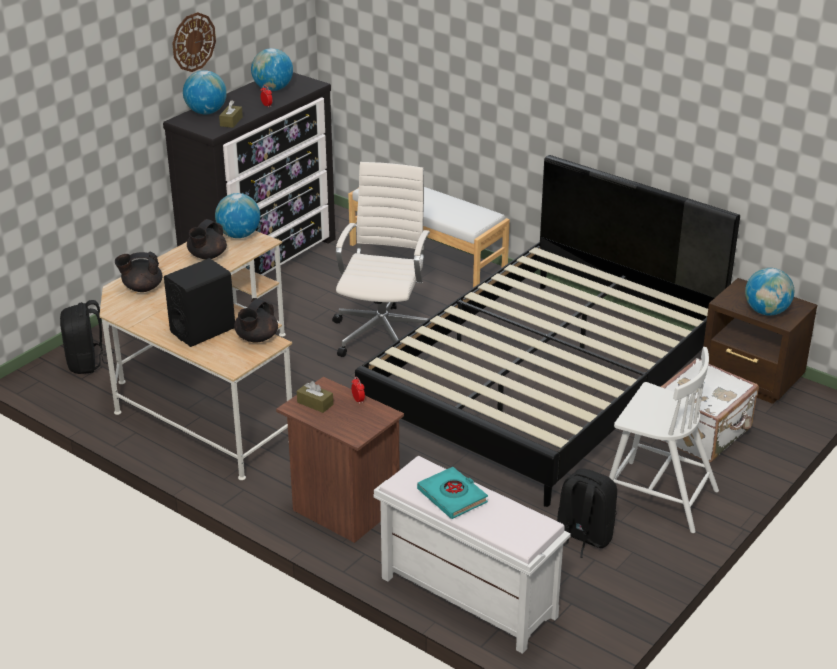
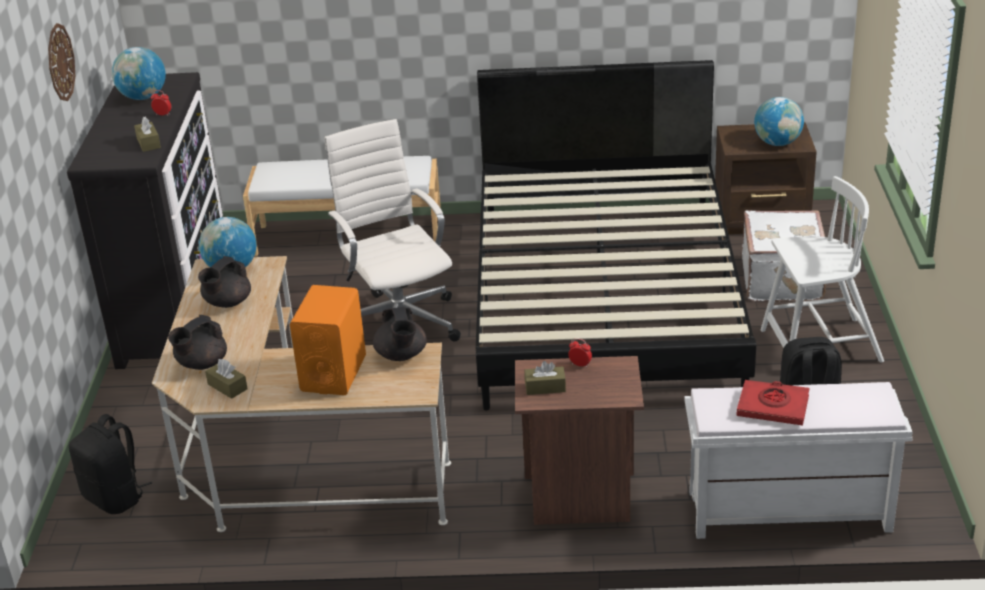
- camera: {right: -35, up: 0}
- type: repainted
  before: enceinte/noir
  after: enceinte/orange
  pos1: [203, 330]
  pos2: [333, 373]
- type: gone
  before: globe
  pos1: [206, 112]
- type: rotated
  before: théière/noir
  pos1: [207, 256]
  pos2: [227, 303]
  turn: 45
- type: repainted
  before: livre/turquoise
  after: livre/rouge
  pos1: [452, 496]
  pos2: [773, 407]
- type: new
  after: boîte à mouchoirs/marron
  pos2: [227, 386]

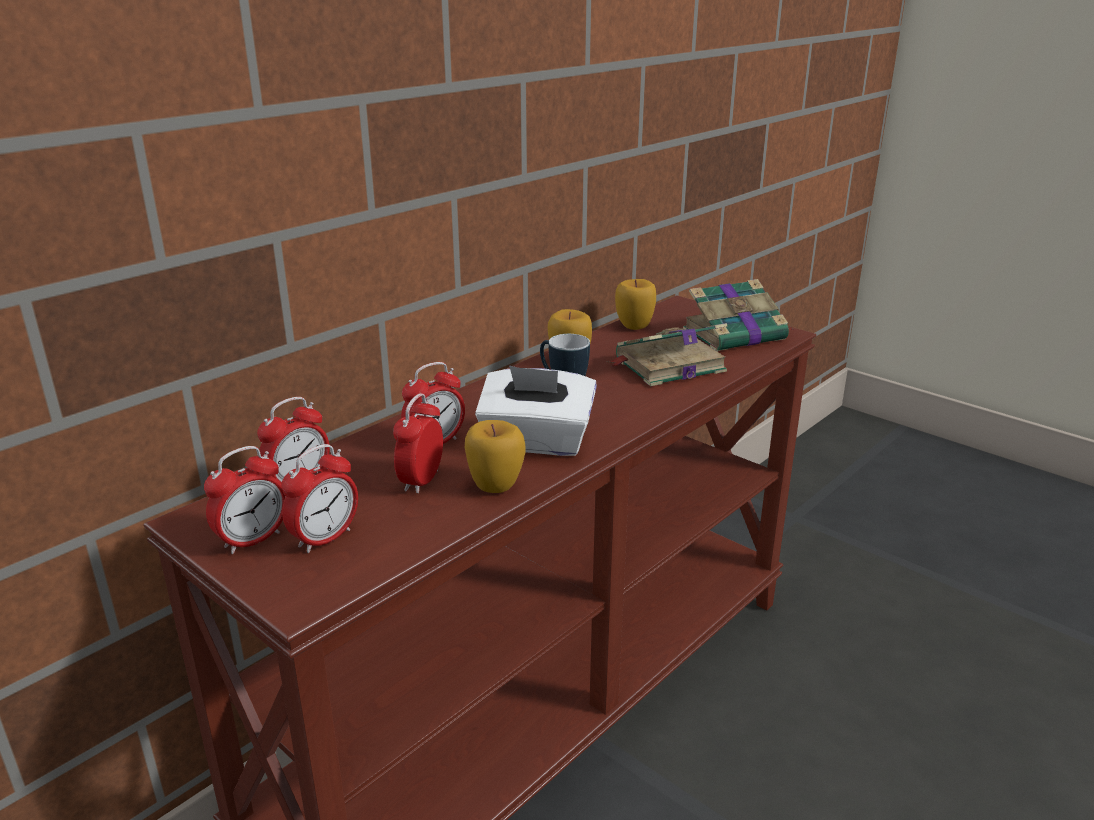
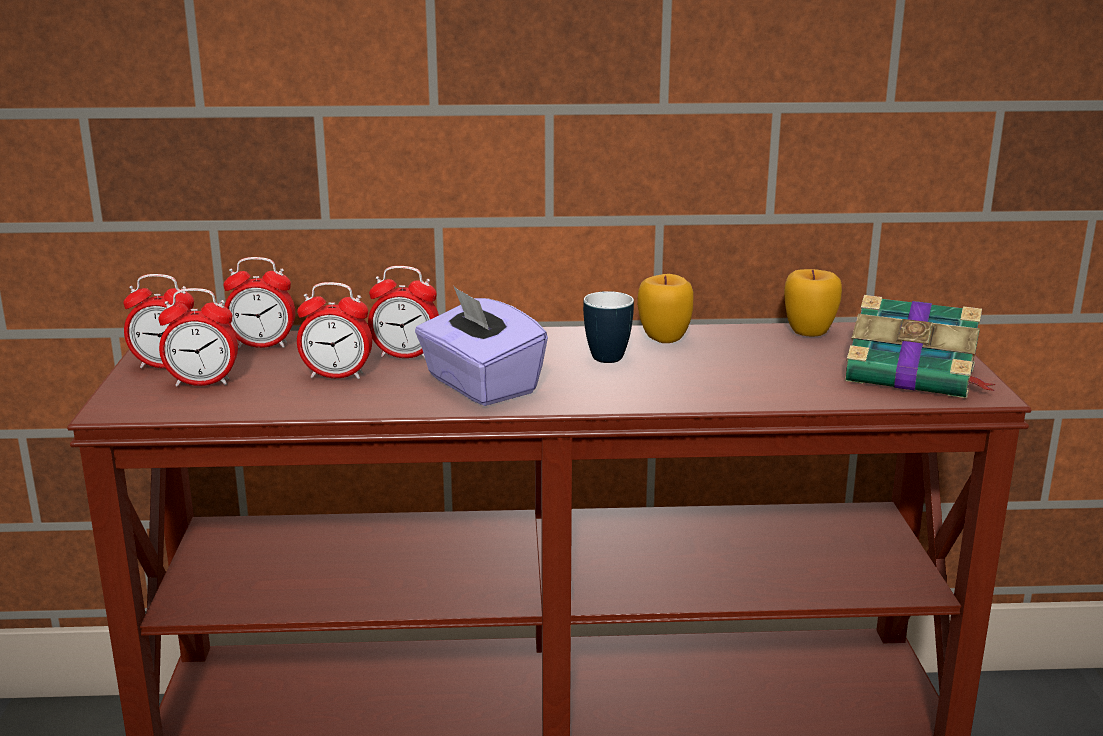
- camera: {right: 45, up: -5}
- type: rotated
  before: réveil
  pos1: [421, 481]
  pos2: [337, 375]
  turn: -150
- type: gone
  before: pomme
  pos1: [495, 485]
- type: repainted
  before: boîte à mouchoirs/blanc
  after: boîte à mouchoirs/violet
  pos1: [536, 442]
  pos2: [480, 385]
- type: gone
  before: livre
  pos1: [667, 365]

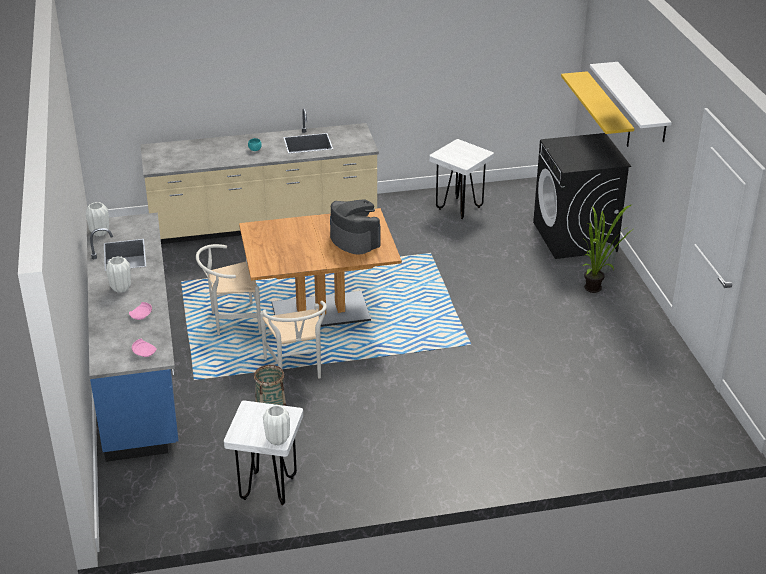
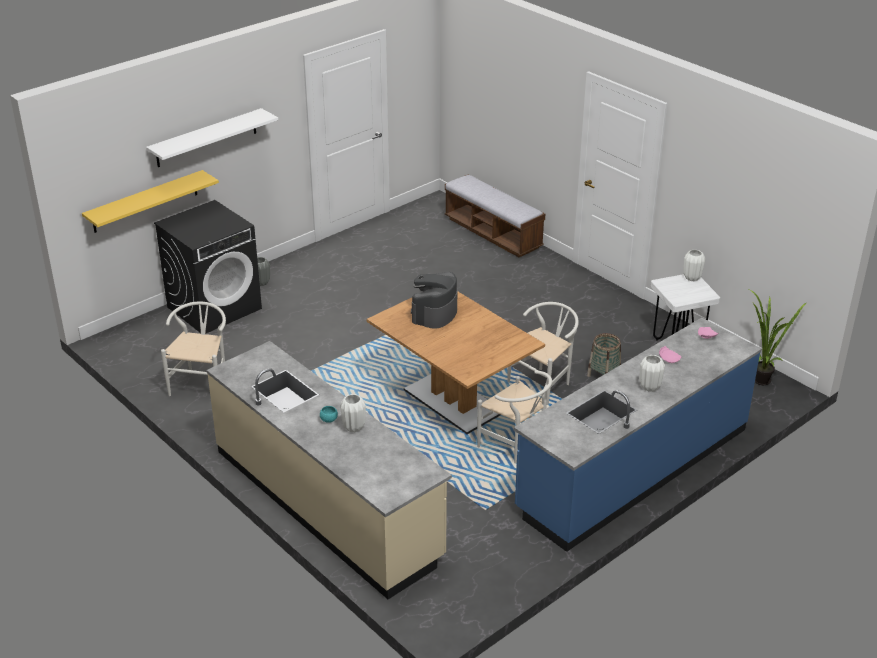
- camera: {right: -120, up: 0}
- type: shifted
  before: vase/blanc
  pos1: [99, 233]
  pos2: [354, 427]
- type: swapped
  before: tabouret/blanc
  after: chaise/blanc
  pos1: [459, 208]
  pos2: [202, 384]
- type: shifted
  before: plante en pot
  pos1: [597, 289]
  pos2: [759, 378]
- type: new
  after: banc
  pos2: [493, 233]

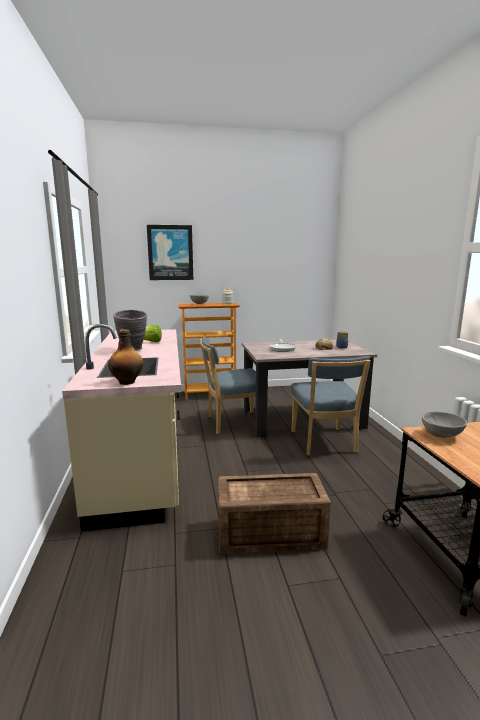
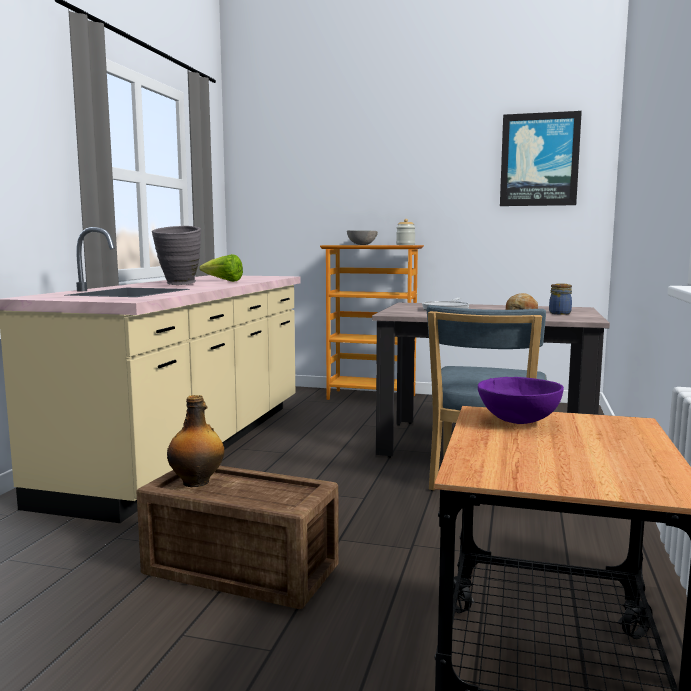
- camera: {right: 25, up: -5}
- type: shifted
  before: bouteille
  pos1: [127, 382]
  pos2: [197, 482]
- type: shifted
  before: tableau
  pos1: [170, 253]
  pos2: [539, 160]
- type: gone
  before: chaise/bleu
  pos1: [232, 423]
- type: repainted
  before: bol/gris
  after: bol/violet
  pos1: [442, 435]
  pos2: [518, 422]

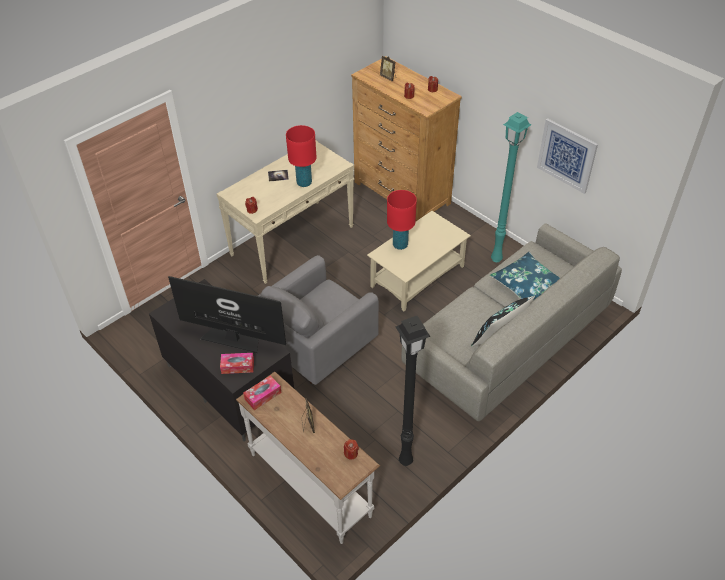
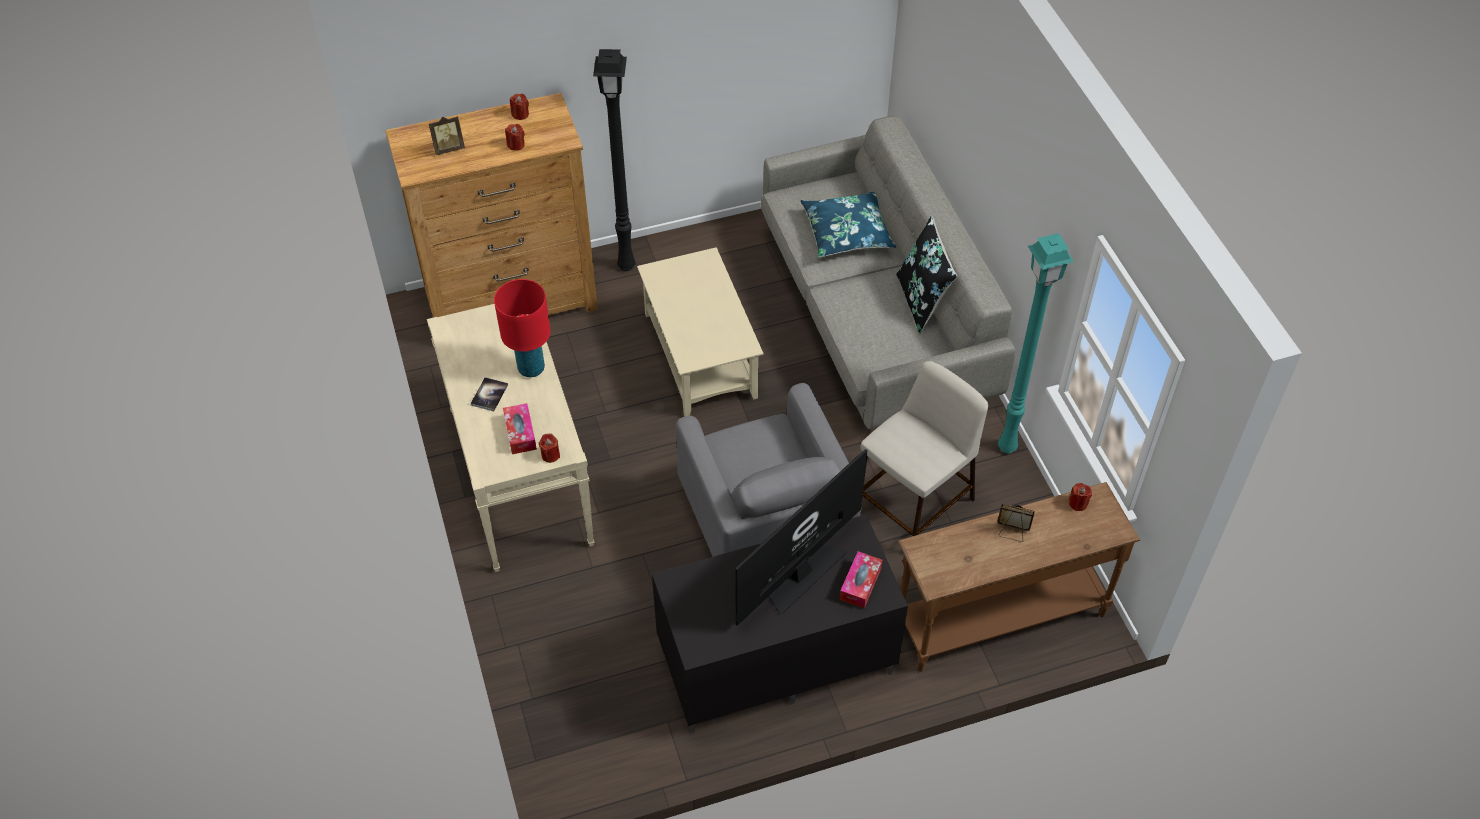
- camera: {right: -65, up: 5}
- type: repainted
  before: table console/blanc
  after: table console/marron
  pos1: [311, 483]
  pos2: [999, 617]
- type: shifted
  before: boîte à mouchoirs
  pos1: [263, 396]
  pos2: [520, 433]
- type: gone
  before: lampe de table/rouge
  pos1: [400, 245]
- type: shifted
  before: lampadaire/noir
  pos1: [407, 461]
  pos2: [627, 265]
- type: shifted
  before: lampadaire/turquoise
  pos1: [496, 260]
  pos2: [1008, 447]
- type: gone
  before: tableau
  pos1: [567, 155]
- type: new
  after: tabouret/beige
  pos2: [914, 505]

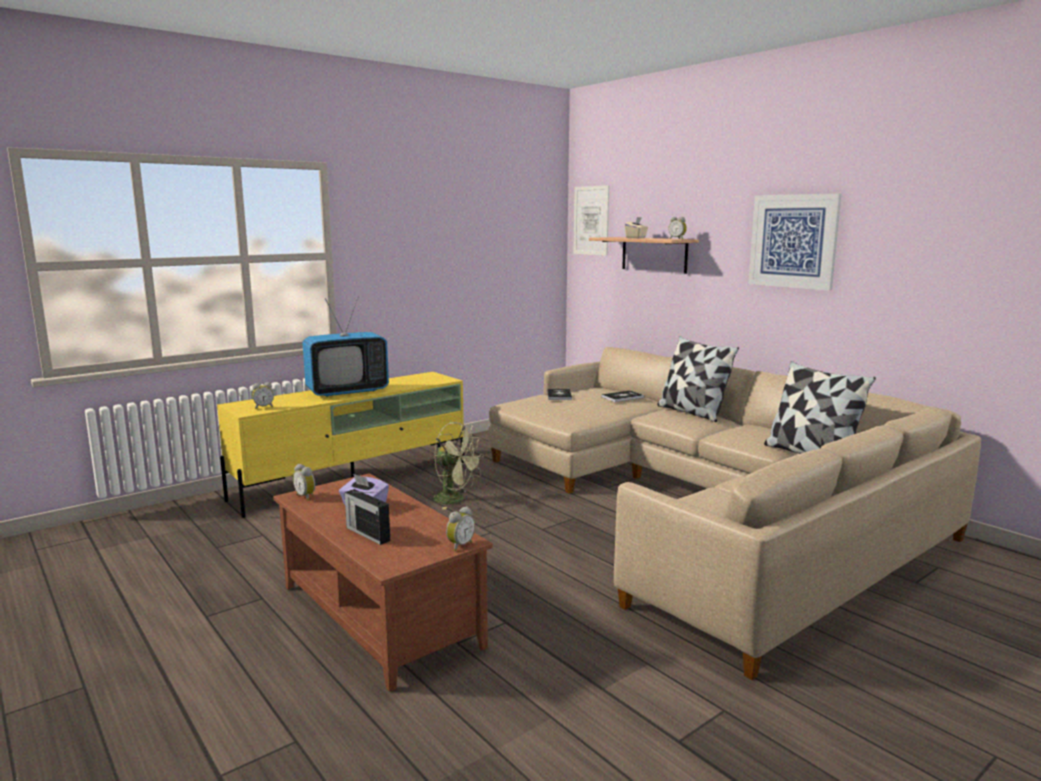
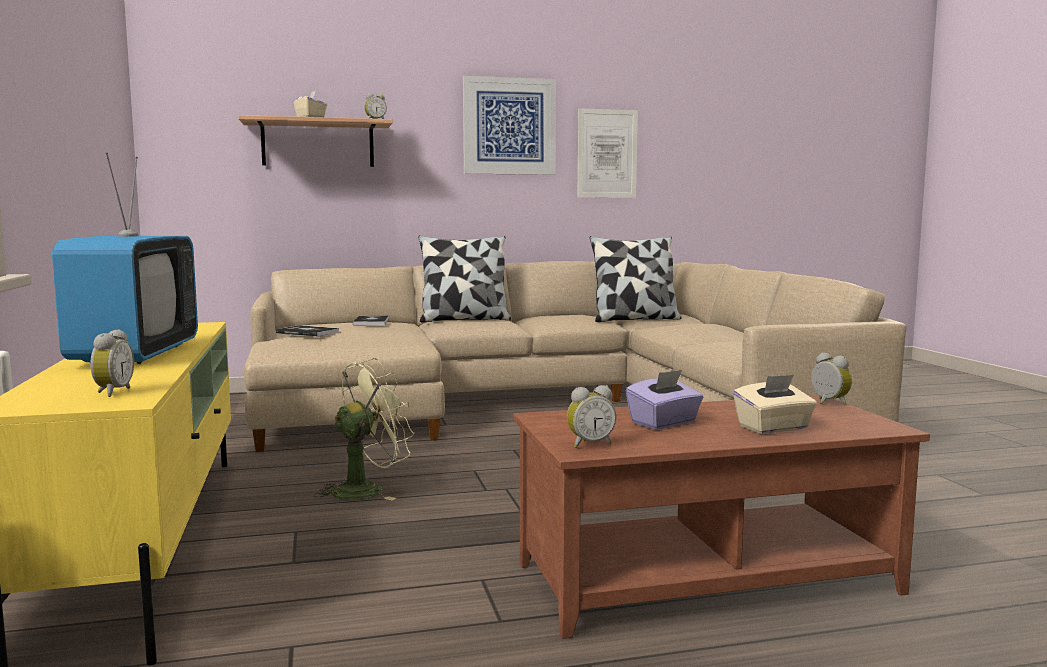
- camera: {right: -65, up: -5}
- type: swapped
  before: radio
  after: boîte à mouchoirs/beige
  pos1: [367, 533]
  pos2: [773, 428]
- type: shifted
  before: tableau
  pos1: [591, 220]
  pos2: [607, 153]

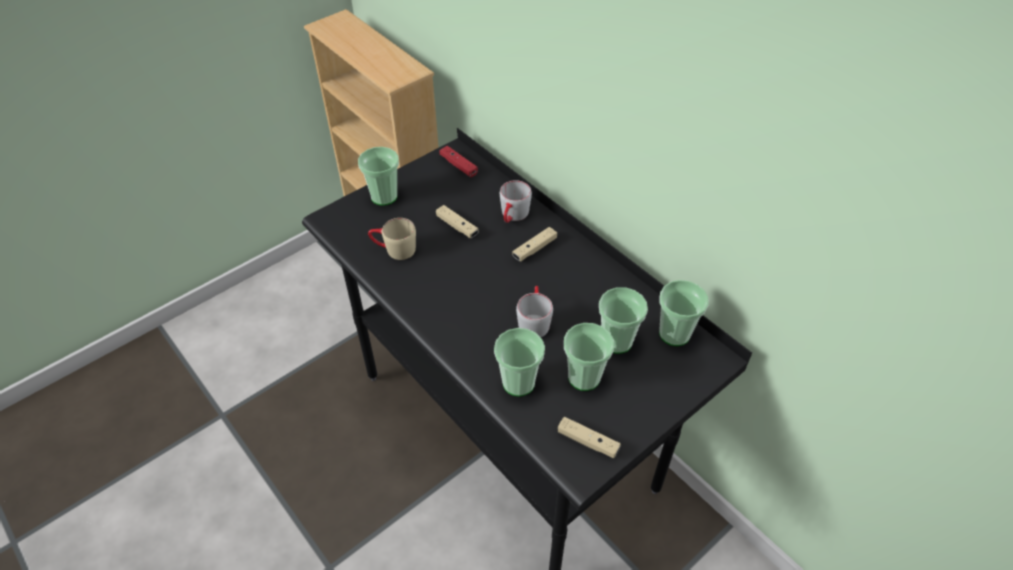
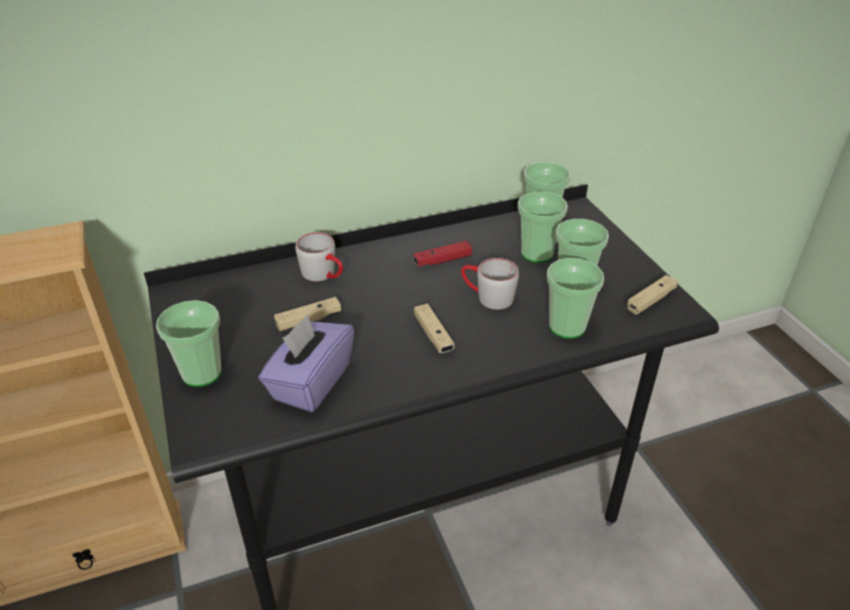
- camera: {right: -70, up: -10}
- type: swapped
  before: mug/beige
  after: boîte à mouchoirs/violet
  pos1: [394, 249]
  pos2: [310, 382]
- type: shifted
  before: manette/rouge
  pos1: [458, 165]
  pos2: [442, 260]
- type: shifted
  before: manette/beige
  pos1: [534, 249]
  pos2: [433, 335]

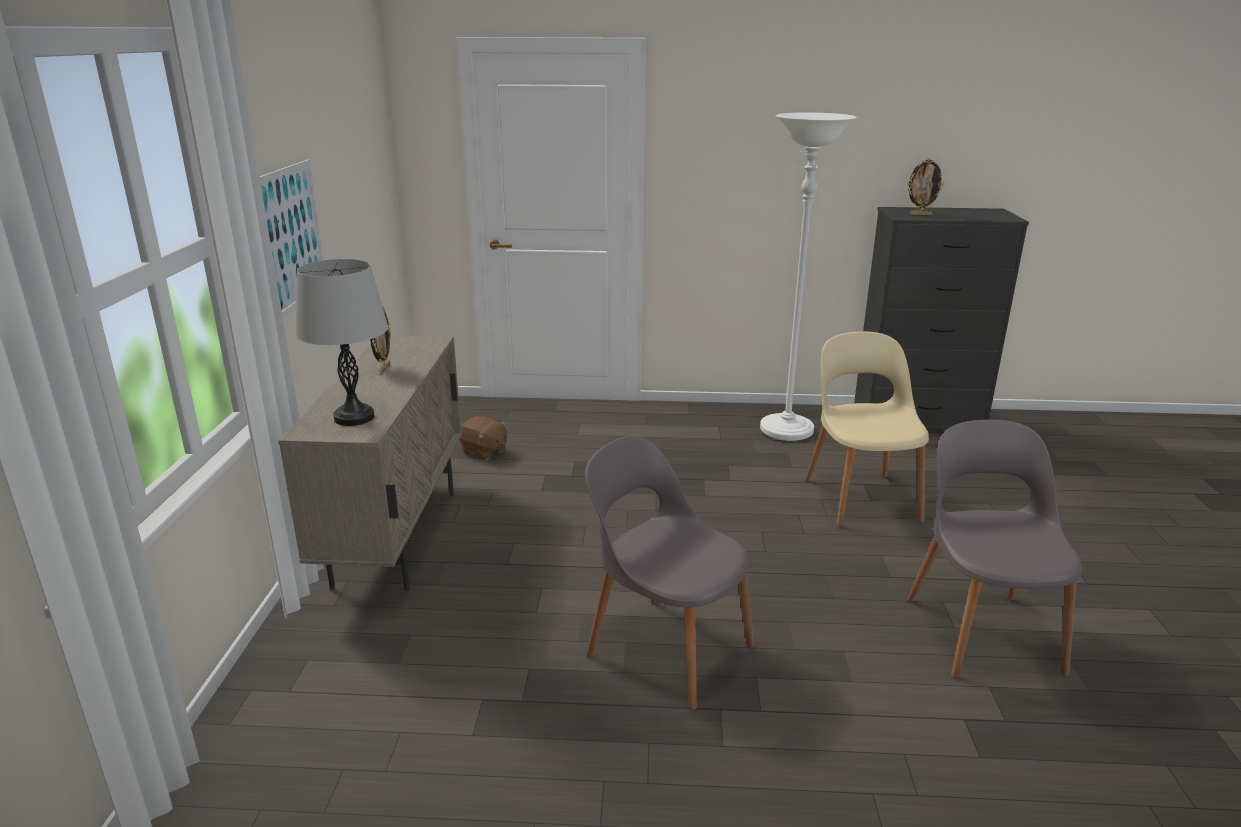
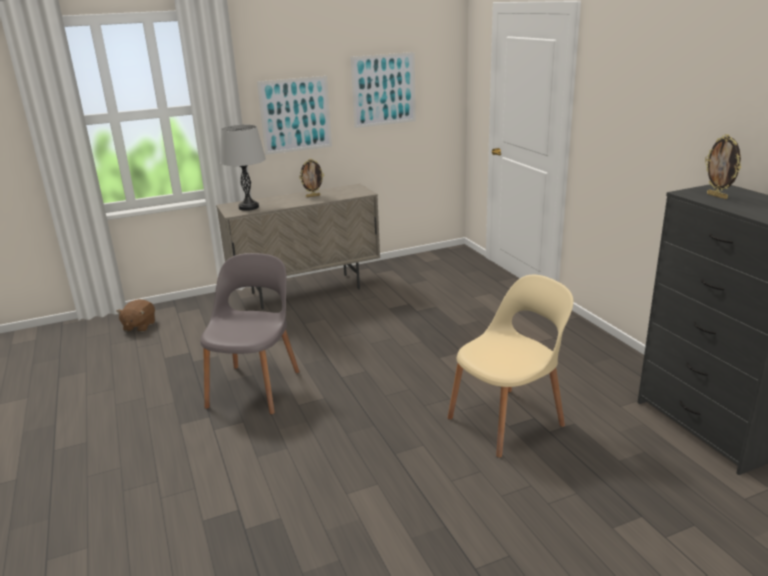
- camera: {right: 65, up: 0}
- type: shifted
  before: peluche/marron
  pos1: [484, 452]
  pos2: [139, 326]
- type: gone
  before: lampadaire/blanc
  pos1: [786, 430]
- type: gone
  before: chaise/gris
  pos1: [981, 631]
- type: new
  after: tableau
  pos2: [384, 90]

